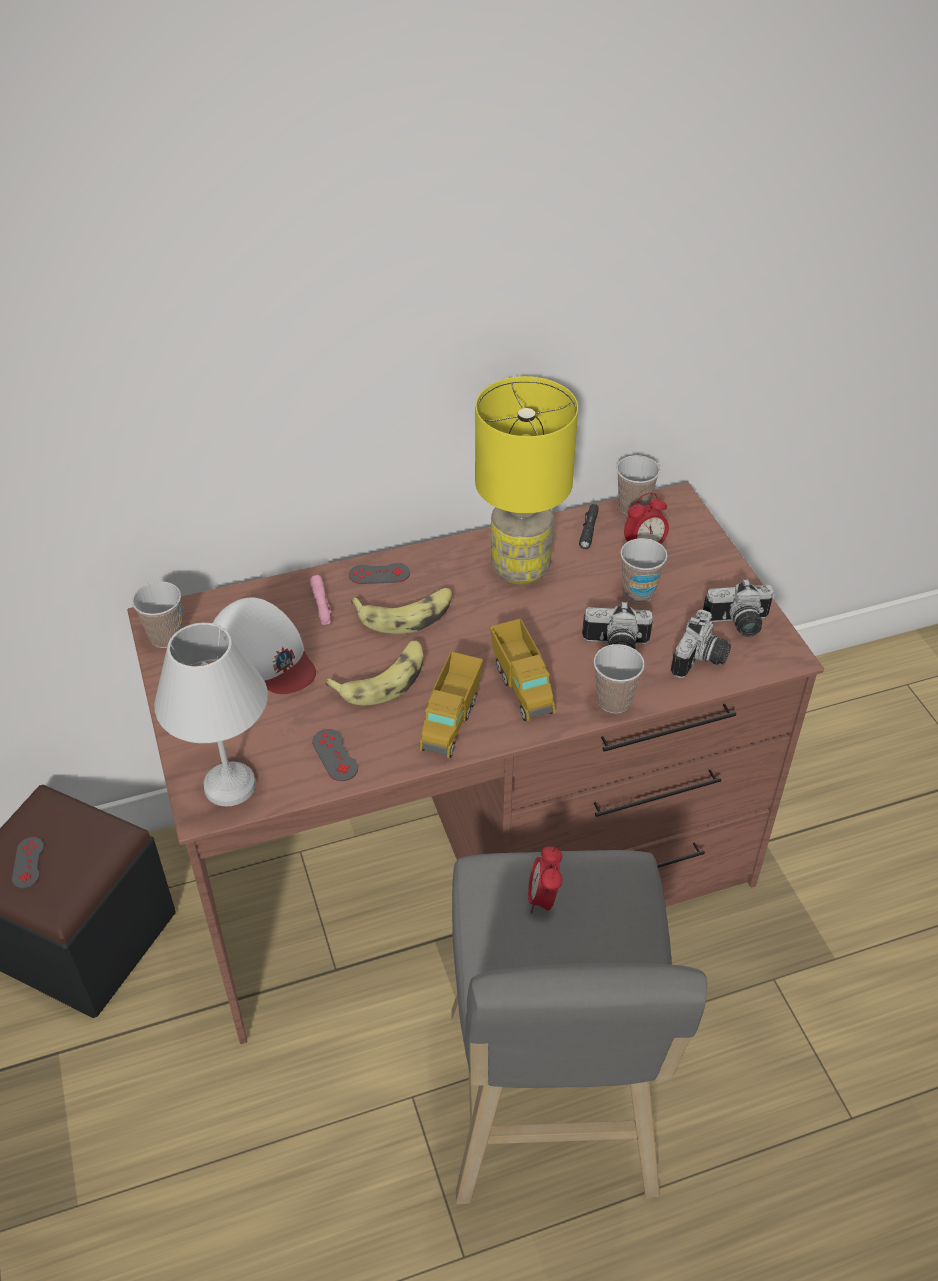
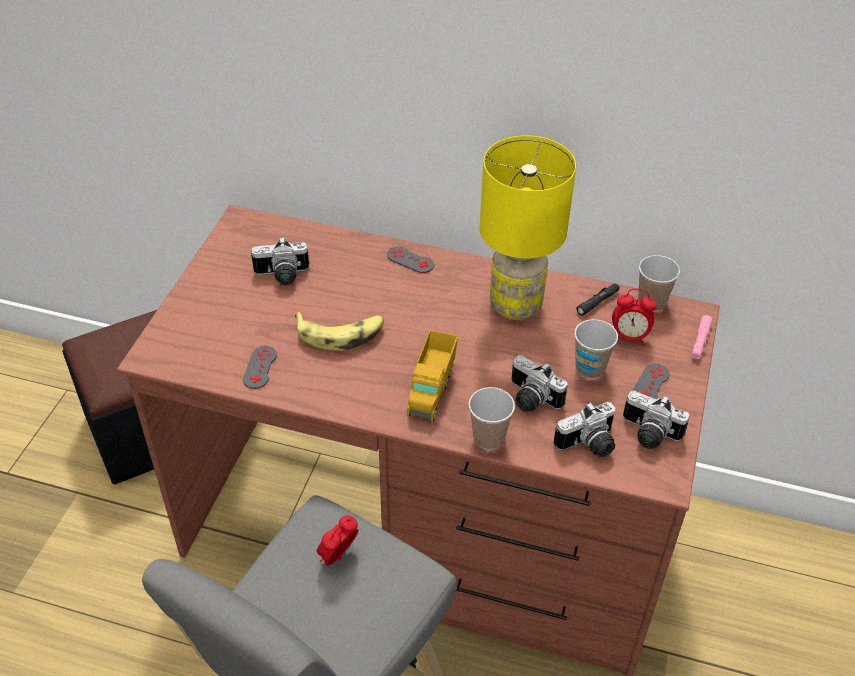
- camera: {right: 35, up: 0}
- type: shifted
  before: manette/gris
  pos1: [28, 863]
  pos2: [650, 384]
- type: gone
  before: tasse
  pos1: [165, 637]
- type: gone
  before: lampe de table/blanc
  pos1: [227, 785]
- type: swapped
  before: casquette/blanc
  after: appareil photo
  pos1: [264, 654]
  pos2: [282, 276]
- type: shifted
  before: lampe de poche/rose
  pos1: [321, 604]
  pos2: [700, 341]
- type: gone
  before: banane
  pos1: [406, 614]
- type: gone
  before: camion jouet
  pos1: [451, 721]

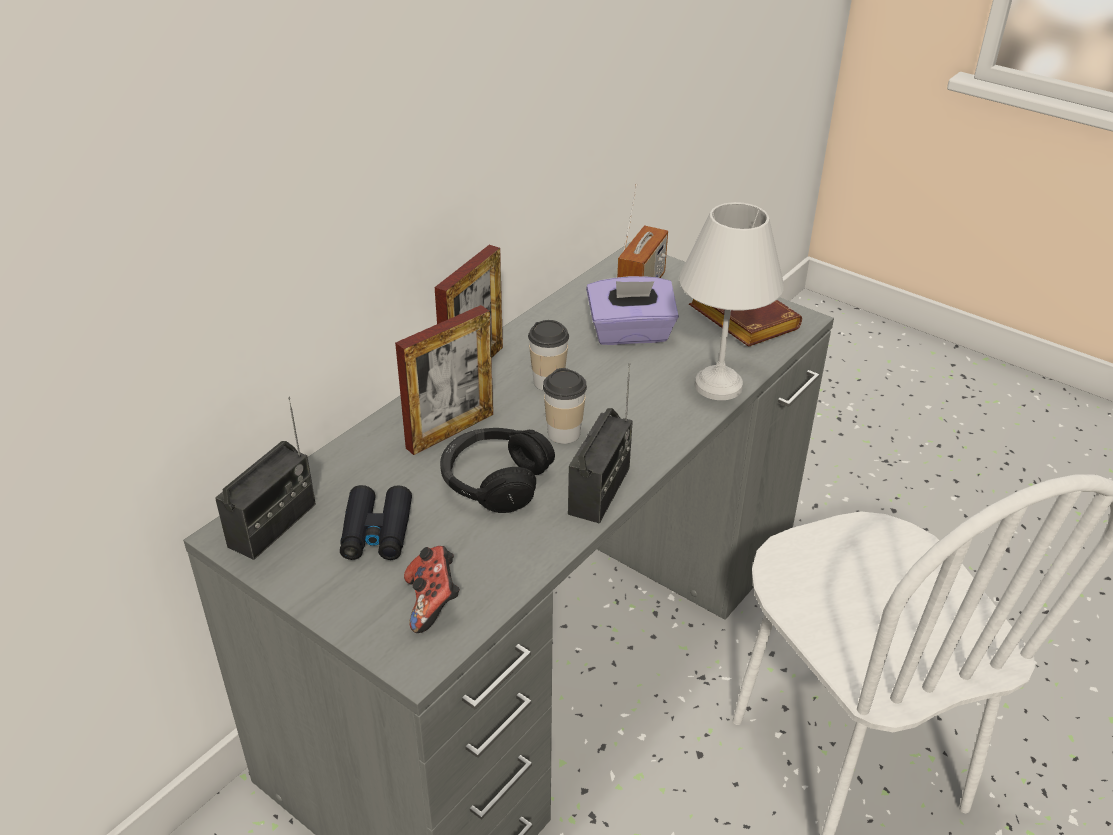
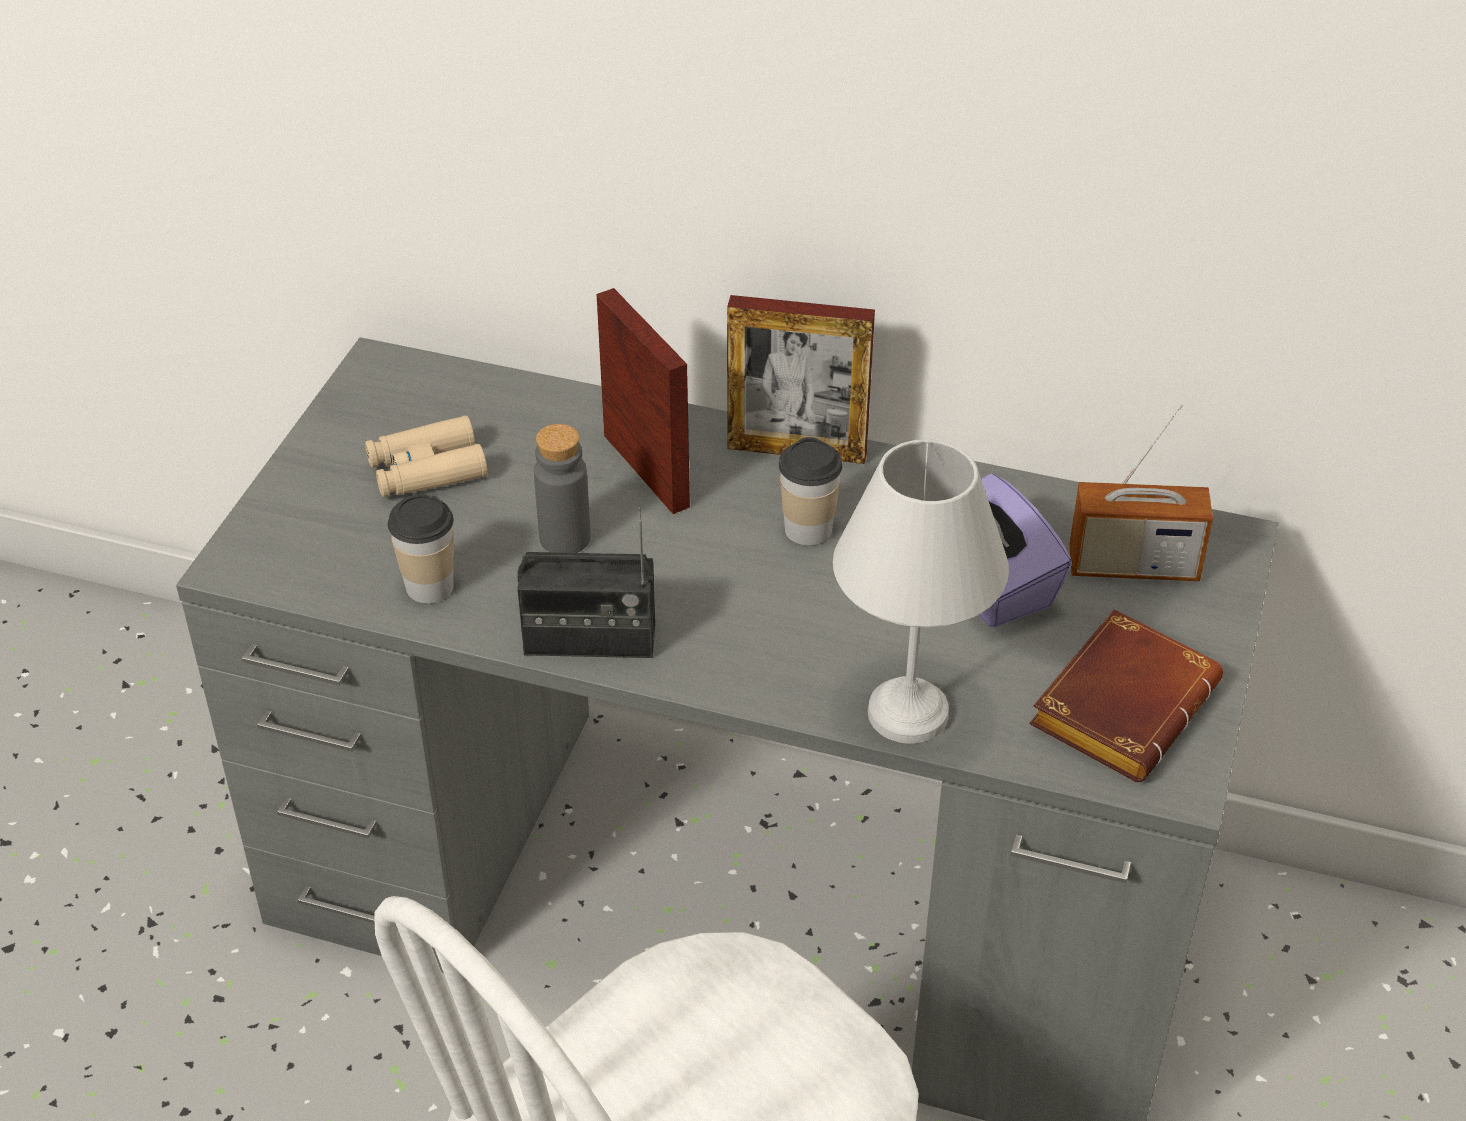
- camera: {right: 70, up: 5}
- type: gone
  before: radio
  pos1: [273, 525]
- type: repainted
  before: jumelles/noir
  after: jumelles/beige
  pos1: [376, 532]
  pos2: [426, 470]
- type: rotated
  before: cadre photo
  pos1: [450, 431]
  pos2: [646, 471]
  turn: -150
- type: gone
  before: manette
  pos1: [432, 603]
- type: swapped
  before: casque audio/noir
  after: bouteille/gris
  pos1: [494, 480]
  pos2: [565, 538]
- type: shifted
  before: tasse
  pos1: [564, 433]
  pos2: [429, 586]

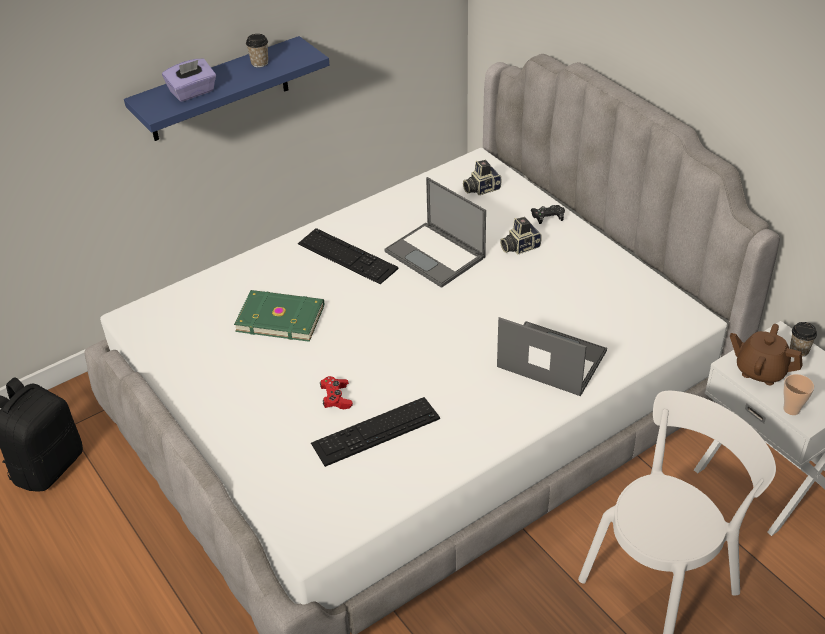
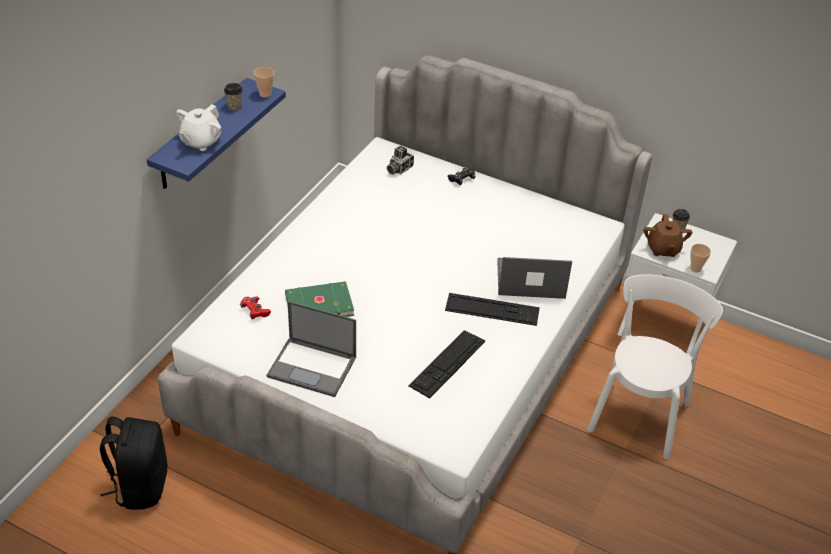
- camera: {right: -30, up: 0}
- type: swapped
  before: boîte à mouchoirs/violet
  after: théière/blanc
  pos1: [192, 92]
  pos2: [200, 141]
- type: shifted
  before: clavier
  pos1: [347, 256]
  pos2: [492, 309]
- type: shifted
  before: manette/rouge
  pos1: [336, 398]
  pos2: [255, 311]
- type: shifted
  before: ordinateur portable
  pos1: [436, 255]
  pos2: [313, 367]
- type: gone
  before: appareil photo
  pos1: [519, 246]
- type: rotated
  before: théière/marron
  pos1: [760, 370]
  pos2: [663, 249]
  turn: -90
- type: new
  after: tasse
  pos2: [265, 94]

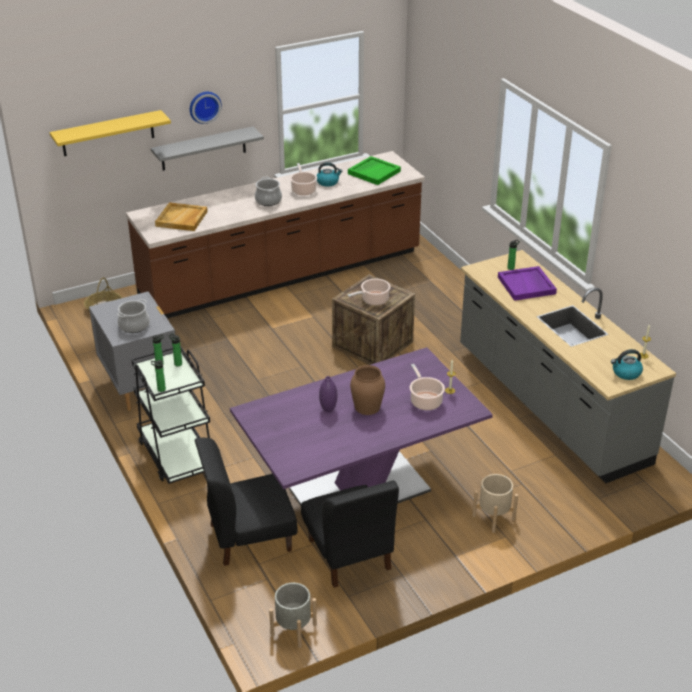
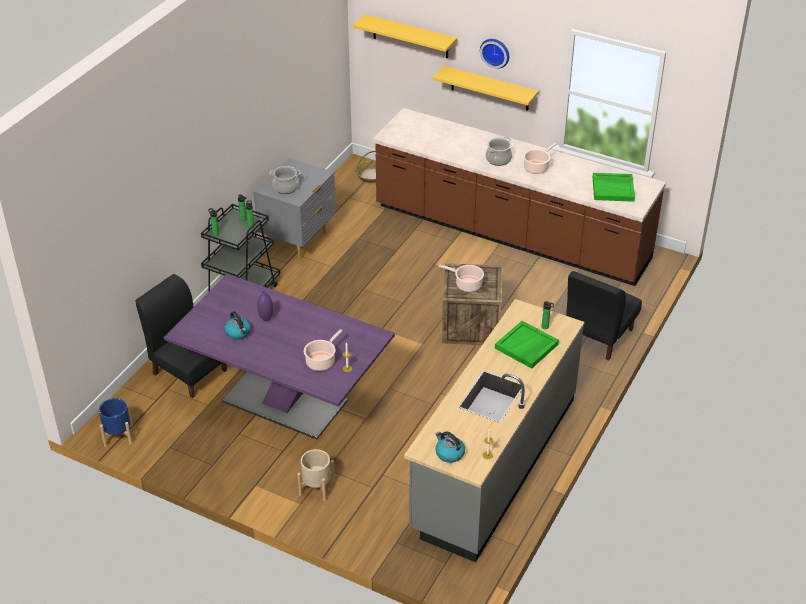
- camera: {right: 55, up: 5}
- type: repainted
  before: étagère/gris
  after: étagère/jaune
  pos1: [203, 149]
  pos2: [490, 88]
- type: gone
  before: plateau/beige
  pos1: [182, 219]
- type: repainted
  before: cache-pot/gris
  after: cache-pot/bleu
  pos1: [294, 630]
  pos2: [118, 436]
- type: shifted
  before: chaise/noir
  pos1: [349, 555]
  pos2: [598, 336]
- type: shifted
  before: bouilloire
  pos1: [328, 182]
  pos2: [238, 333]
- type: gone
  before: vase/marron
  pos1: [367, 406]
- type: repainted
  before: plateau/violet
  after: plateau/vert
  pos1: [527, 285]
  pos2: [526, 347]

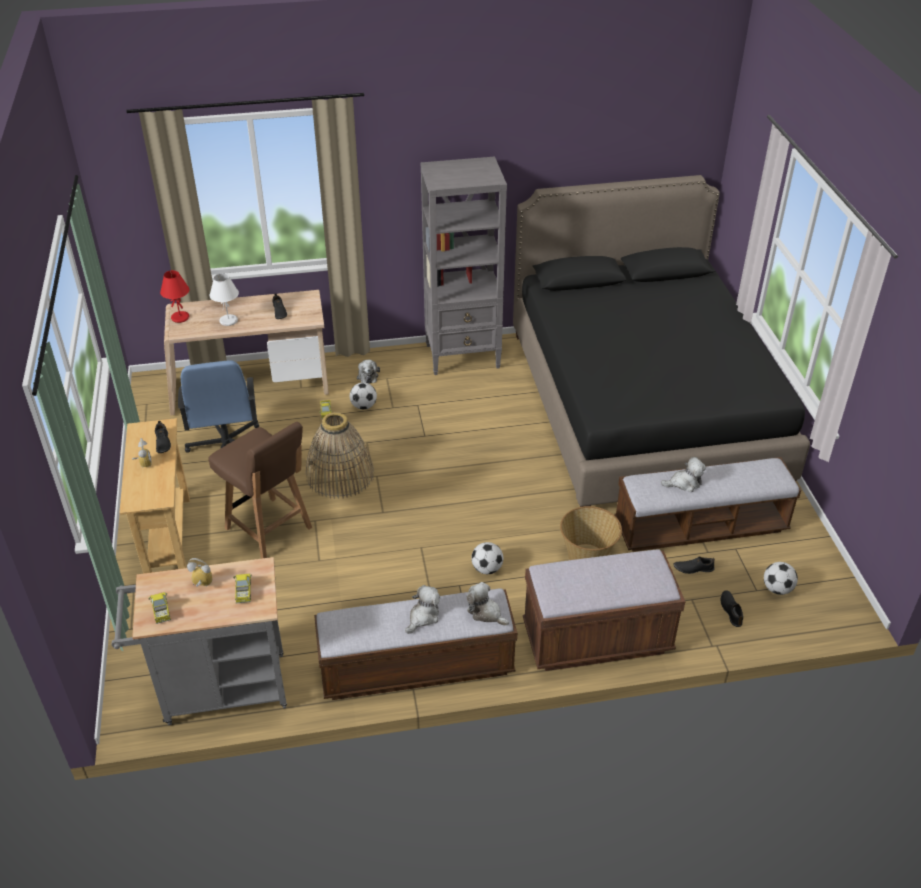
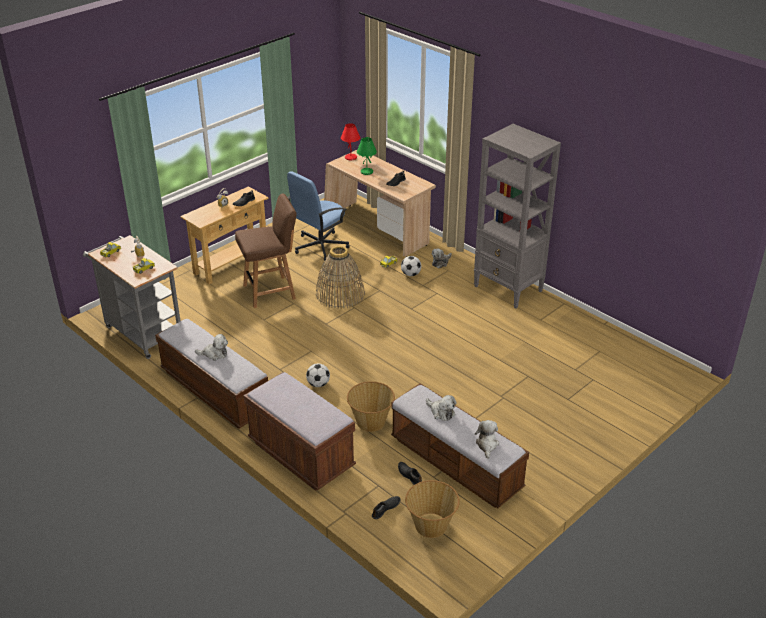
- camera: {right: 55, up: -5}
- type: rotated
  before: chaise/marron
  pos1: [270, 529]
  pos2: [271, 292]
  turn: -120
- type: repainted
  before: lampe de table/blanc
  after: lampe de table/vert
  pos1: [228, 321]
  pos2: [366, 172]
- type: shifted
  before: peluche
  pos1: [486, 613]
  pos2: [487, 445]
- type: gone
  before: lit/noir
  pos1: [642, 405]
- type: swapped
  before: ballon de foot
  after: panier
  pos1: [777, 589]
  pos2: [431, 526]

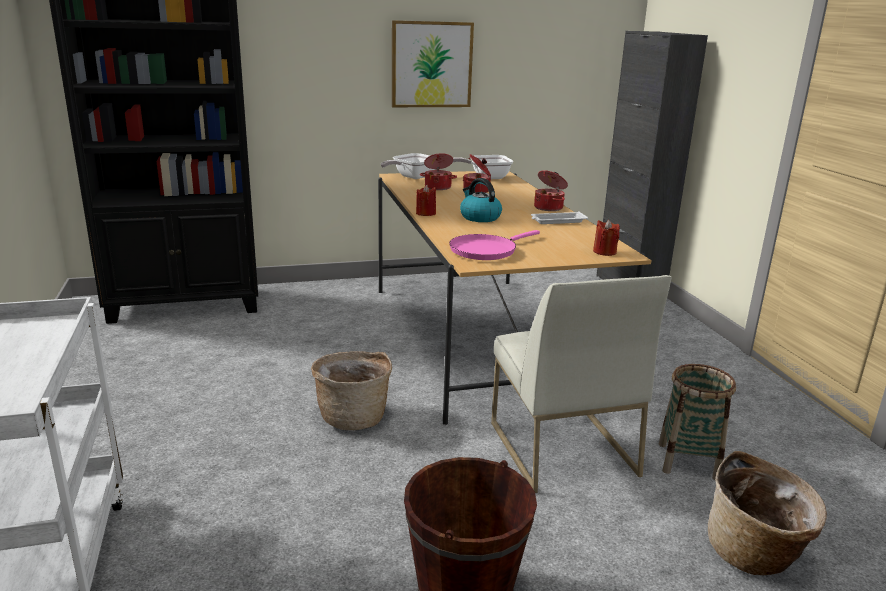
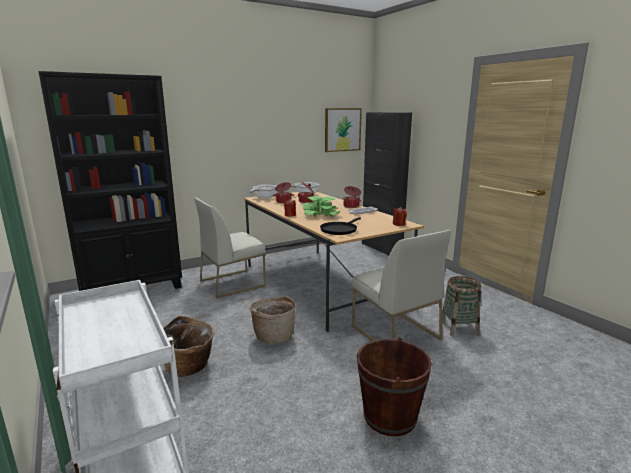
- camera: {right: -15, up: -5}
- type: shifted
  before: tableau
  pos1: [431, 64]
  pos2: [342, 129]
- type: repainted
  before: poêle/rose
  after: poêle/noir
  pos1: [485, 250]
  pos2: [339, 230]
- type: swapped
  before: bouilloire
  after: plante en pot
  pos1: [479, 217]
  pos2: [320, 214]
- type: shifted
  before: panier
  pos1: [755, 554]
  pos2: [190, 367]
- type: new
  after: chaise/blanc
  pos2: [232, 283]

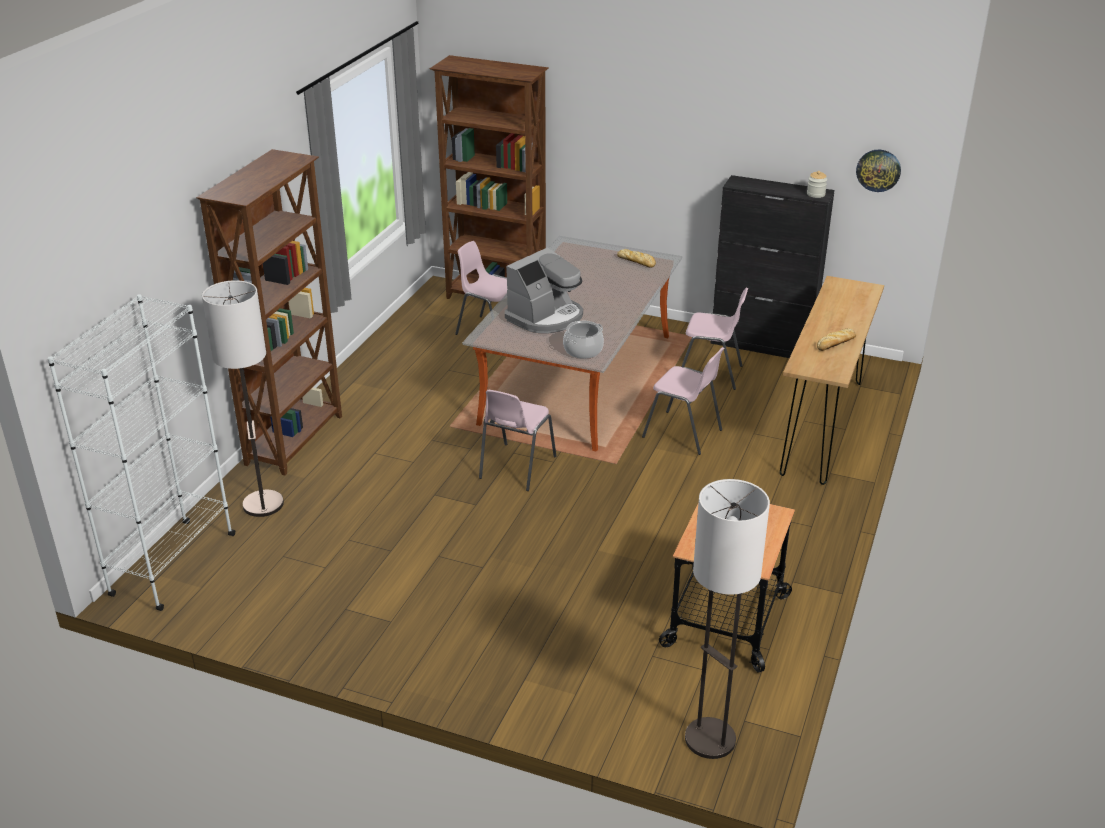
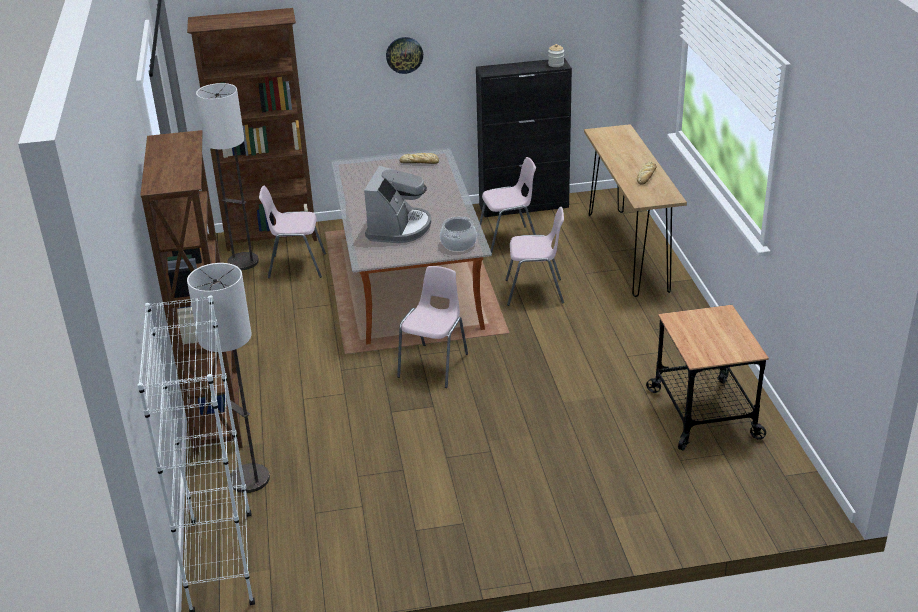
- camera: {right: -30, up: 0}
- type: rotated
  before: chaise/rose
  pos1: [516, 467]
  pos2: [435, 365]
  turn: -150
- type: shifted
  before: lampadaire
  pos1: [710, 739]
  pos2: [243, 262]
- type: shifted
  before: horloge murale
  pos1: [878, 170]
  pos2: [404, 55]

